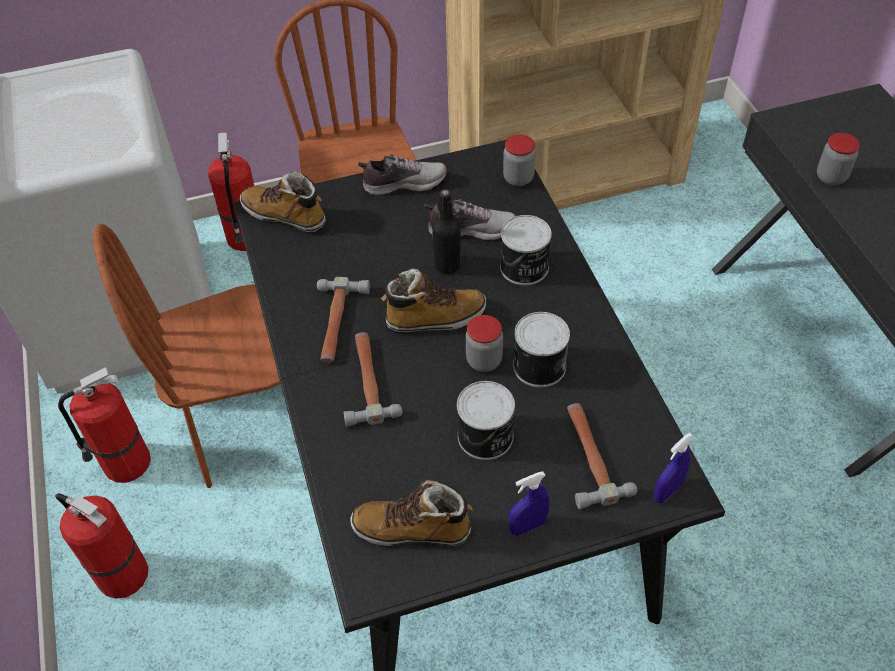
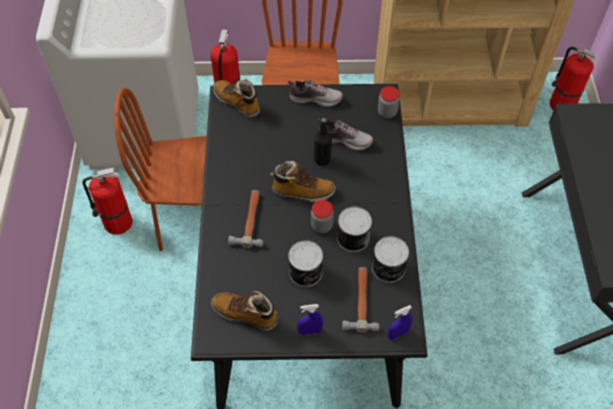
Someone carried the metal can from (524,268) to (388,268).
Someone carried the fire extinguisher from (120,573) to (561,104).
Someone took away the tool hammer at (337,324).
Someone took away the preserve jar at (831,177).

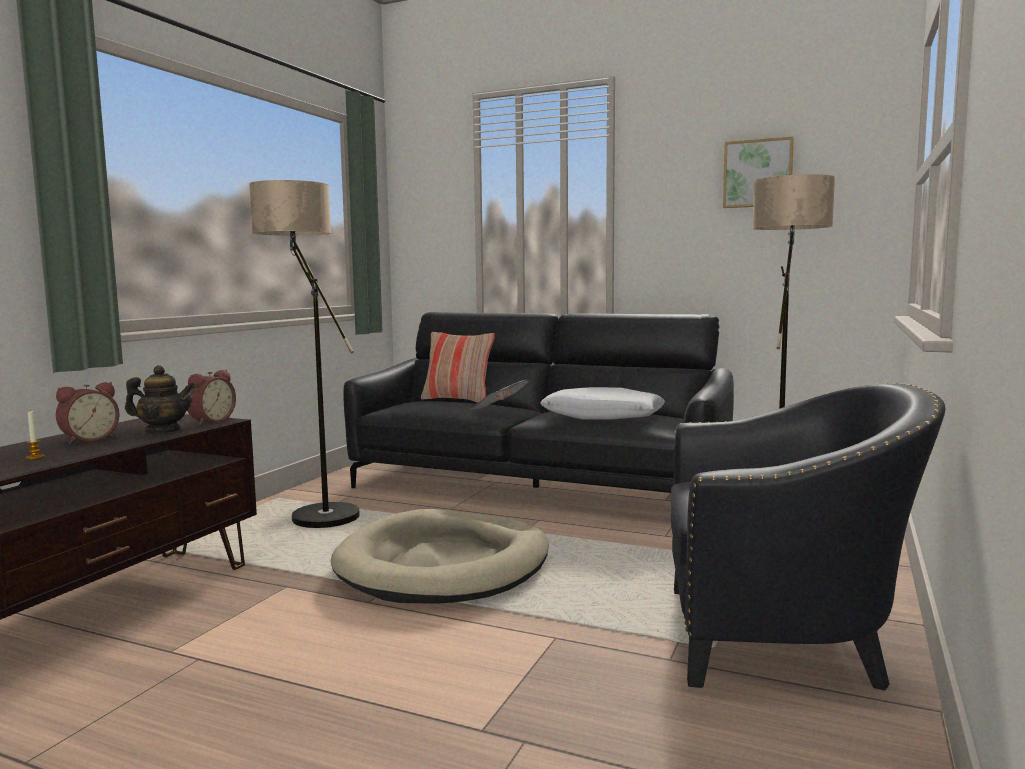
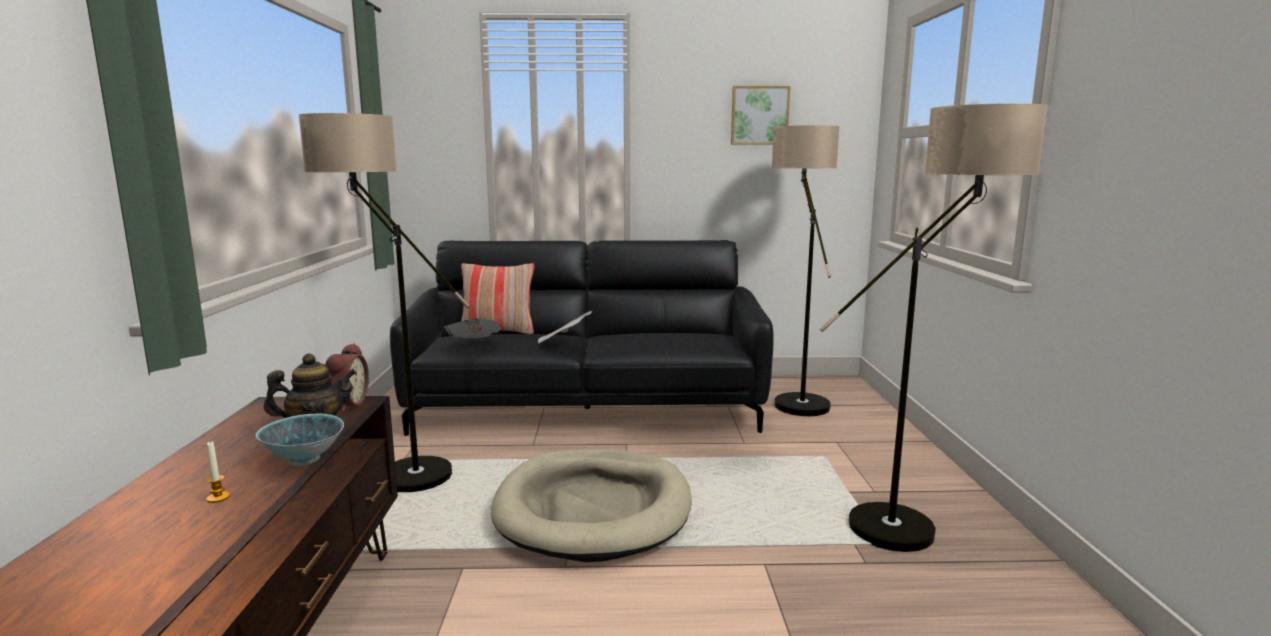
Someone put down the serving bowl at (303,460).
Someone put down the daily paper at (475,344).
Someone swapped the blackish lounge chair at (784,639) for the standard lamp at (919,524).
Someone took away the bedside clock at (88,439).
Someone took away the white-coloured pillow at (603,416).

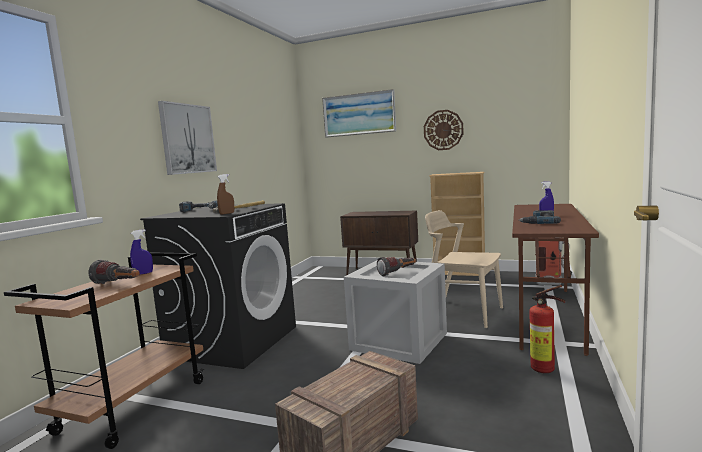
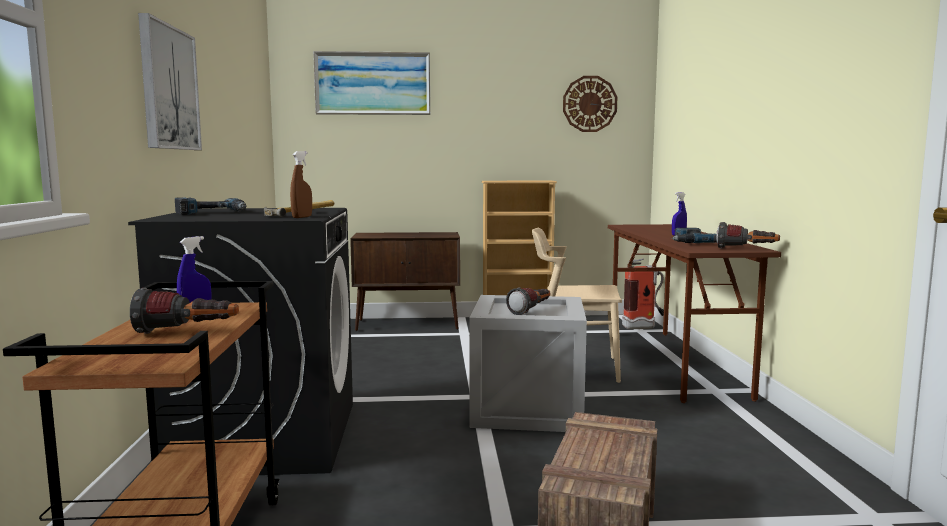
Someone carried the hanging clock from (443,130) to (589,104).
Someone put down the hand torch at (746,249).
Someone took away the fire extinguisher at (546,370).

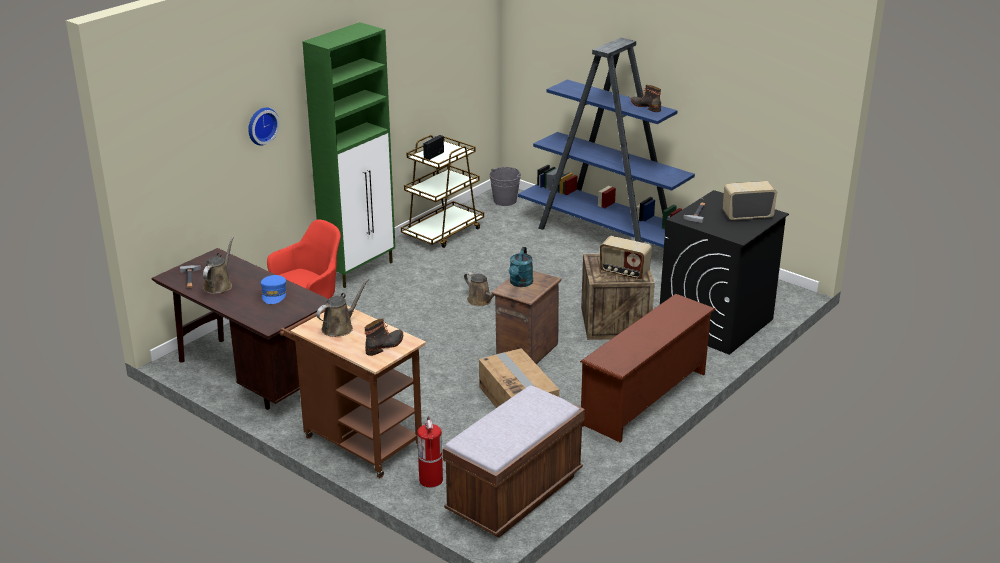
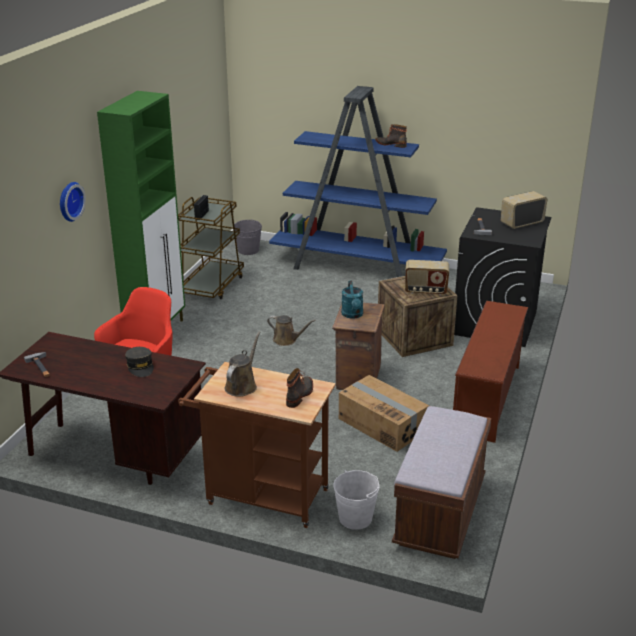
Someone repainted the bluish cap at (274,294), which became the greyish cap at (140,367).
Someone swapped the fire extinguisher at (431,480) for the white-coloured water bucket at (355,518).
Someone took away the brown-coloured watering pot at (219,285).

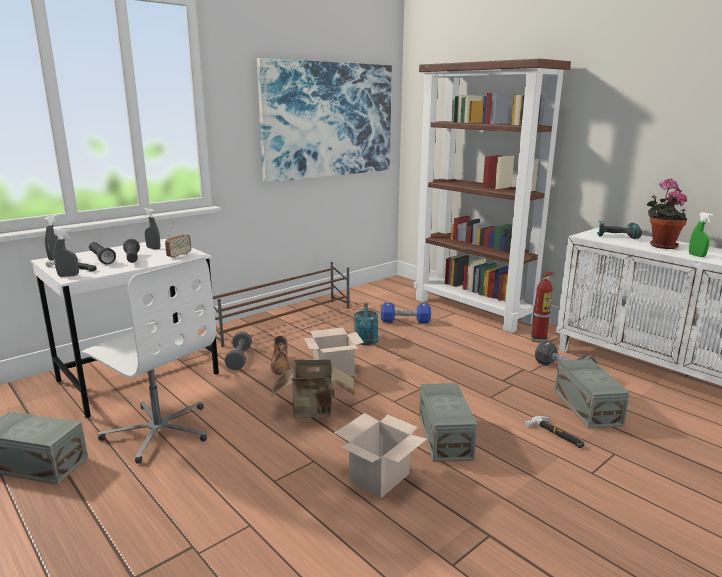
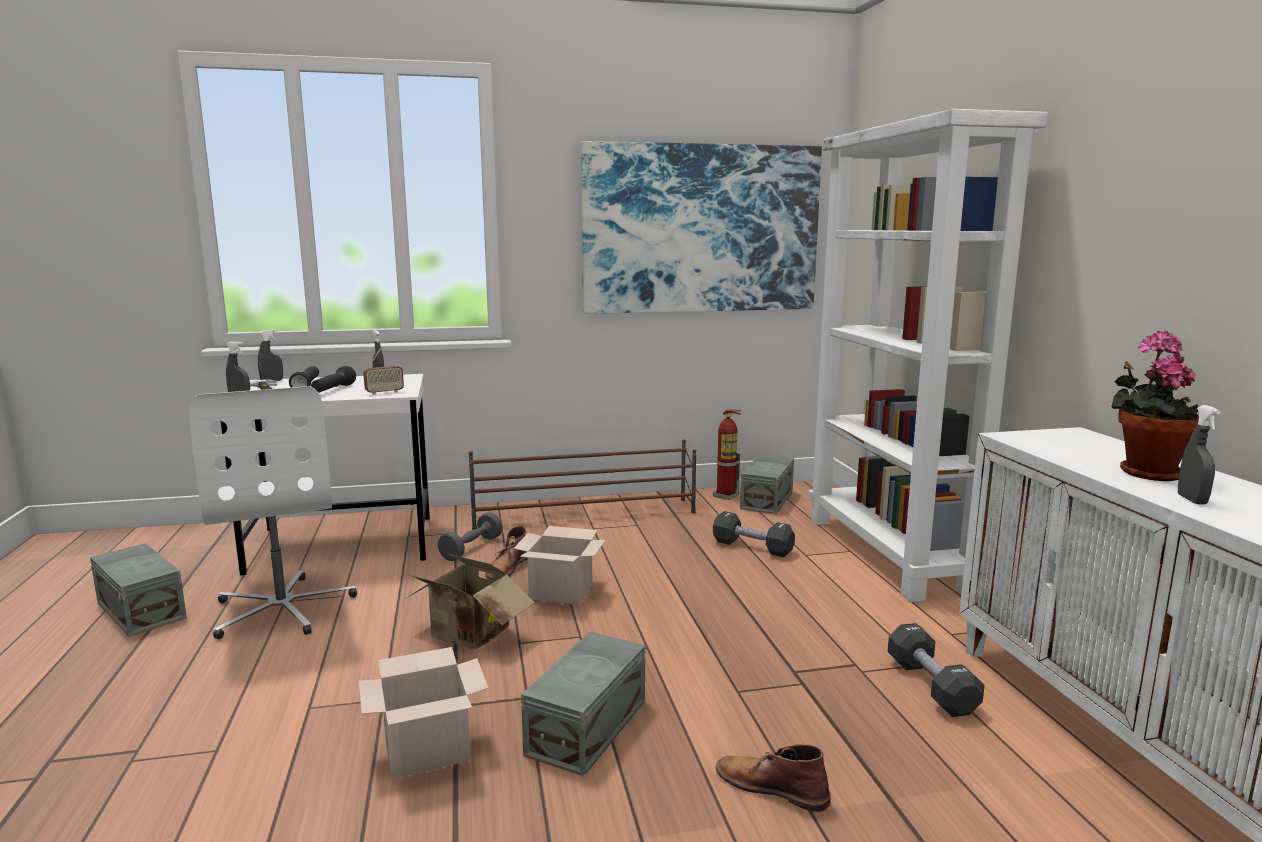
Someone carried the fire extinguisher from (539,339) to (726,496).
Someone repainted the bluish hand weight at (405,321), which became the blackish hand weight at (752,547).
Someone swapped the tool hammer at (556,434) for the brown-coloured boot at (770,786).
Someone carried the greyish storage container from (587,407) to (768,499).
Someone repainted the brown-coloured bookcase at (474,310), which became the white-coloured bookcase at (889,553).
Someone repainted the green sprayer at (696,255), which became the greyish sprayer at (1192,500).
Someone took away the turquoise watering pot at (366,342).
Someone took away the electric drill at (617,235).

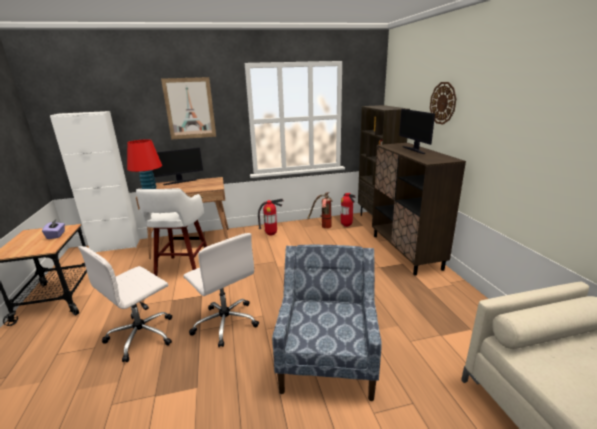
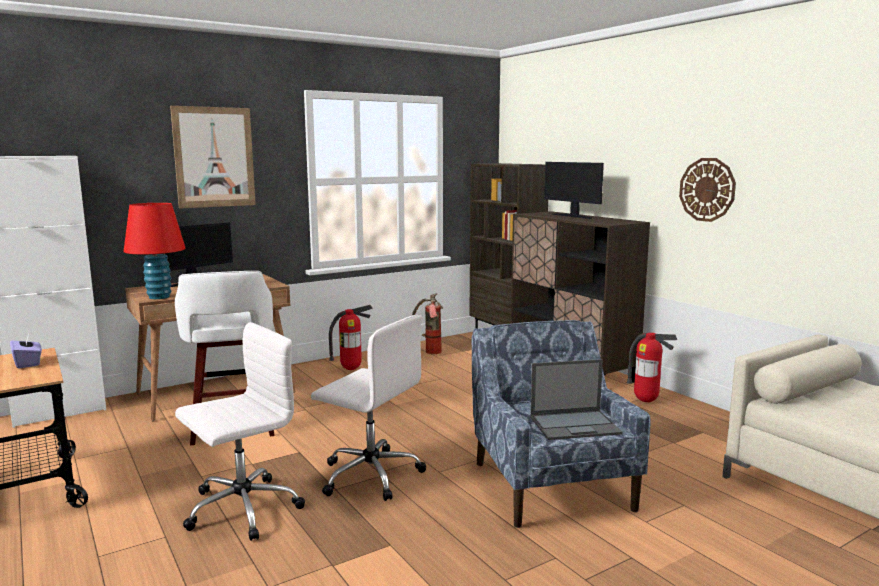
Someone rotated the white-coloured desk chair at (142,335) by 150 degrees counterclockwise.
Someone put down the portable computer at (575,425).
Someone carried the fire extinguisher from (346,226) to (646,401).
Someone carried the hanging clock from (443,103) to (707,189).

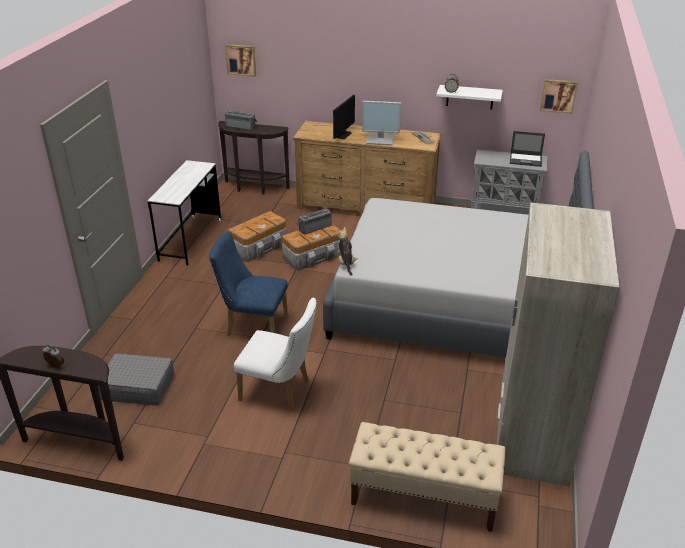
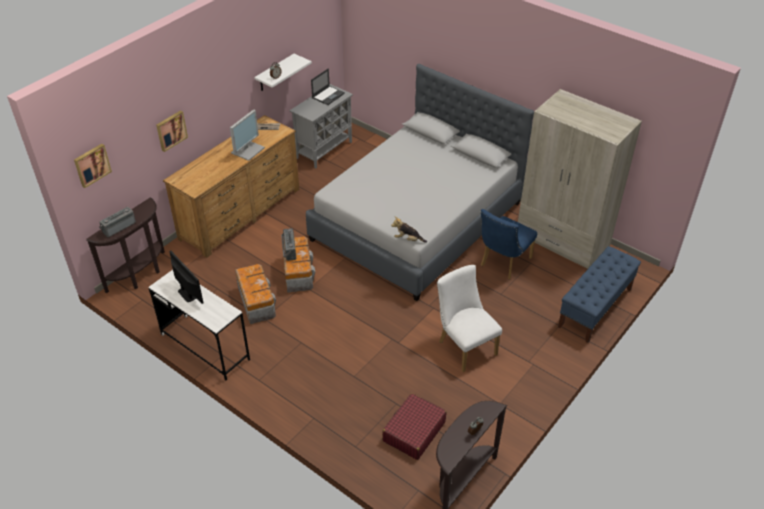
Someone carried the wall art from (558,95) to (171,130).
Someone carried the computer display from (342,135) to (188,293).
Someone repainted the greyish travel case at (137,387), which became the red travel case at (413,431).
Someone rotated the white-coloured upright chair at (280,391) by 75 degrees counterclockwise.
Someone carried the bluish upright chair from (252,325) to (502,263).
Someone repainted the beige bench at (423,497), which became the bluish bench at (595,308).

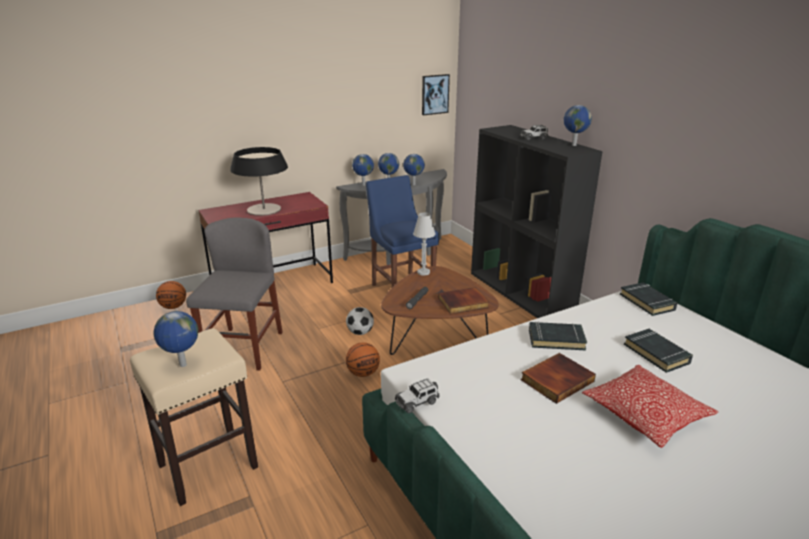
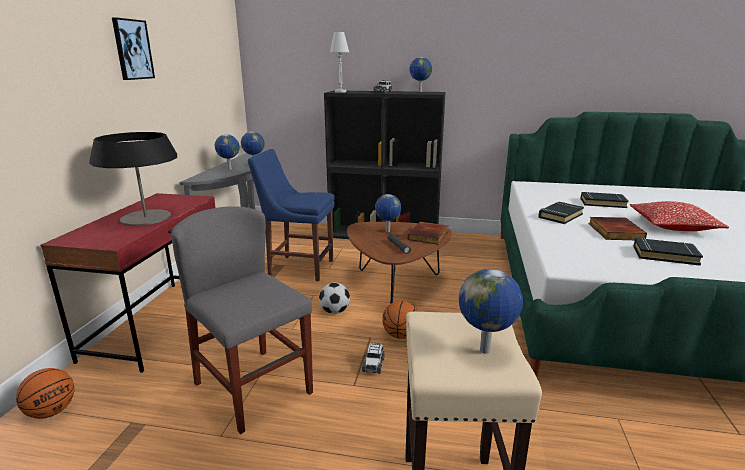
Someone carried the wall art from (434,94) to (132,49).
Someone carried the white-coloured tabletop lamp from (423,272) to (340,92).
Someone carried the toy car from (417,402) to (373,364).
Someone carried the desk globe from (363,185) to (387,231).
Someone carried the blackish book from (647,302) to (665,255).

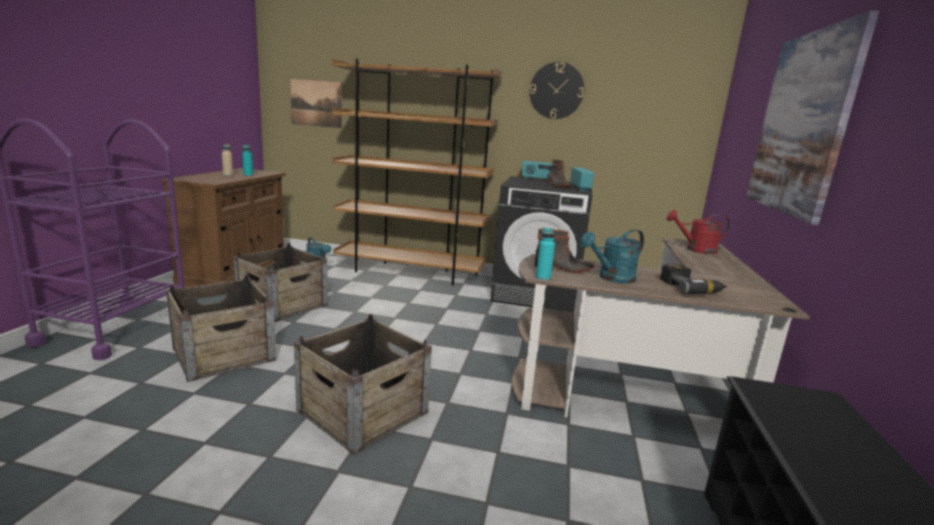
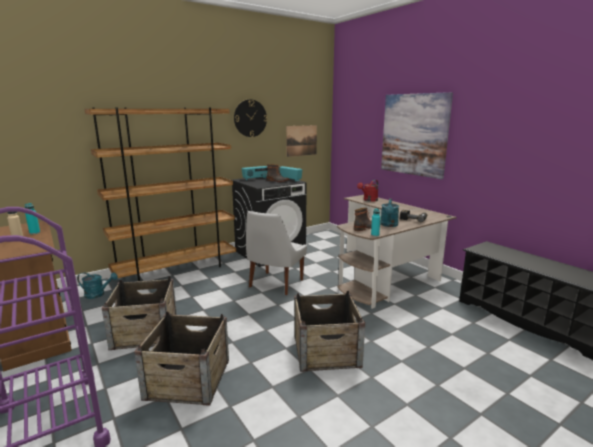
Someone put down the white-coloured upright chair at (275,284).
Someone carried the wall art from (316,103) to (301,140).

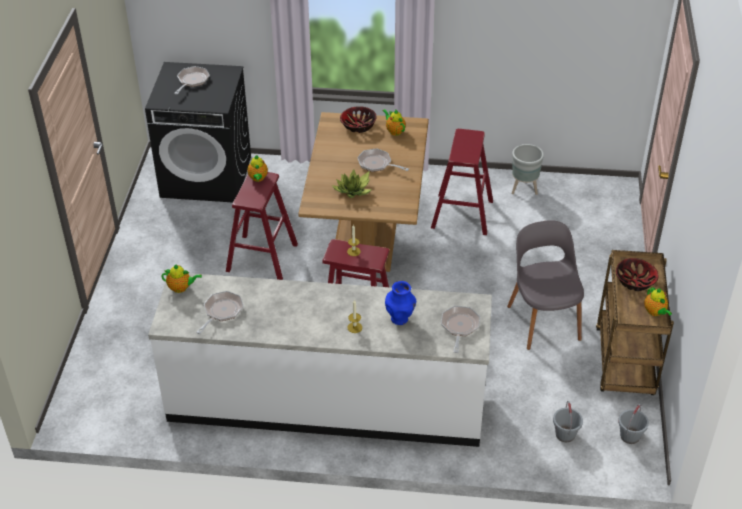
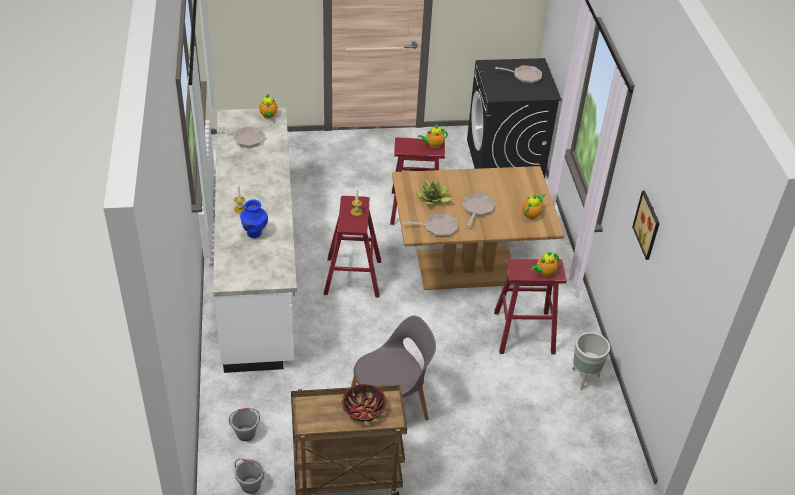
Someone carried the skillet from (459,327) to (437,227).
Someone carried the tea pot from (655,312) to (544,273).
Someone put up the wall art at (649,225).
Someone took away the serving bowl at (358,126).

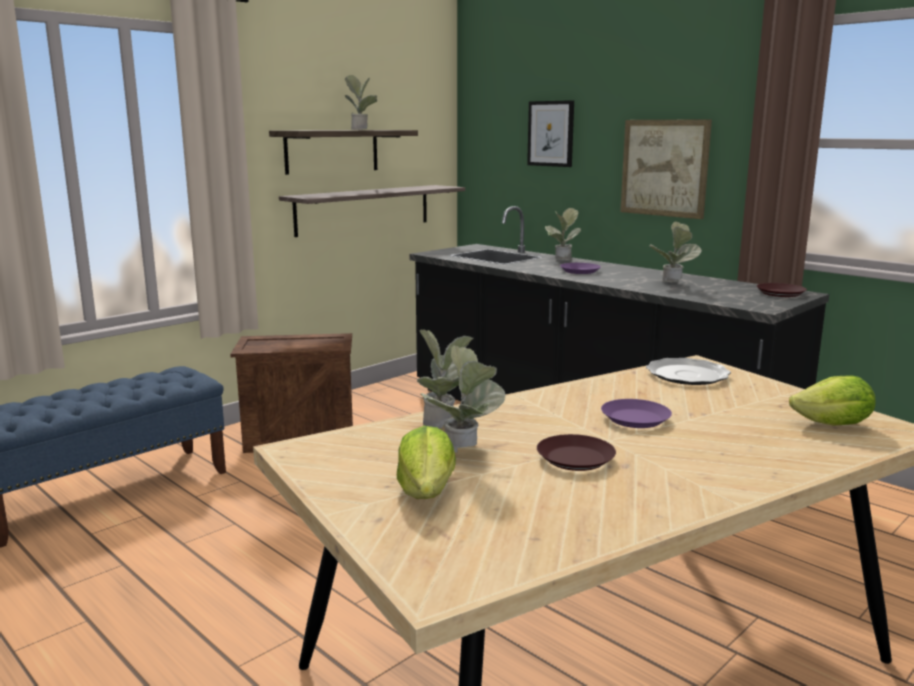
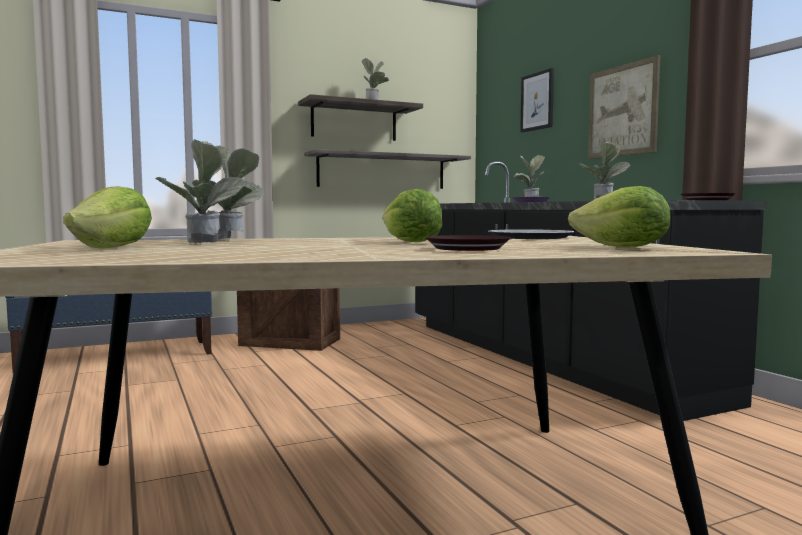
Someone swapped the purple plate at (635,419) for the lettuce head at (410,242).
Someone carried the brown-coloured plate from (575,459) to (467,249).

